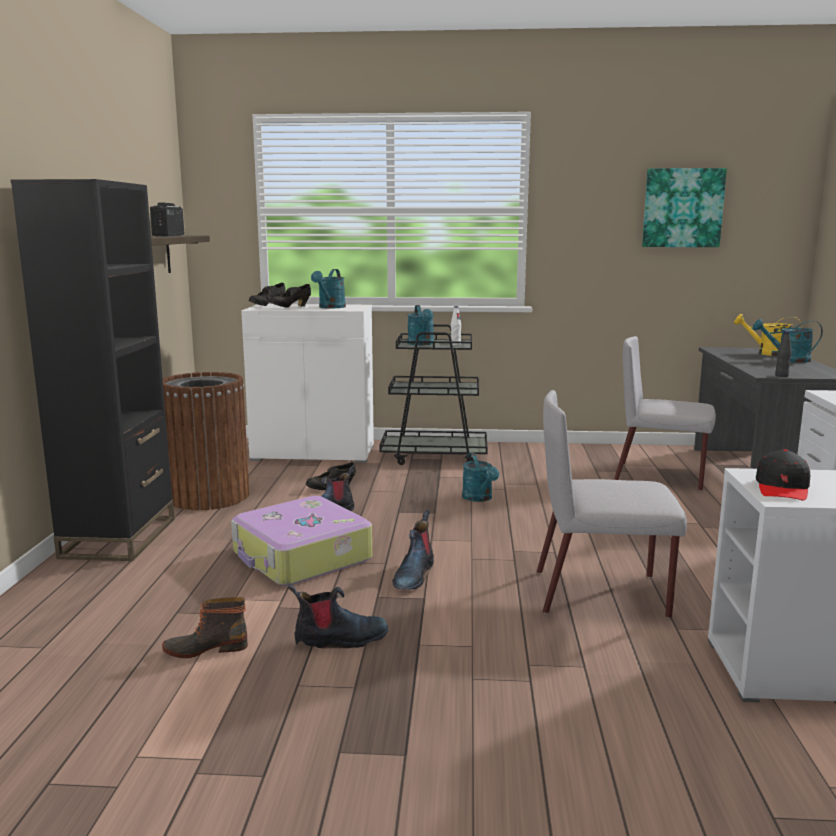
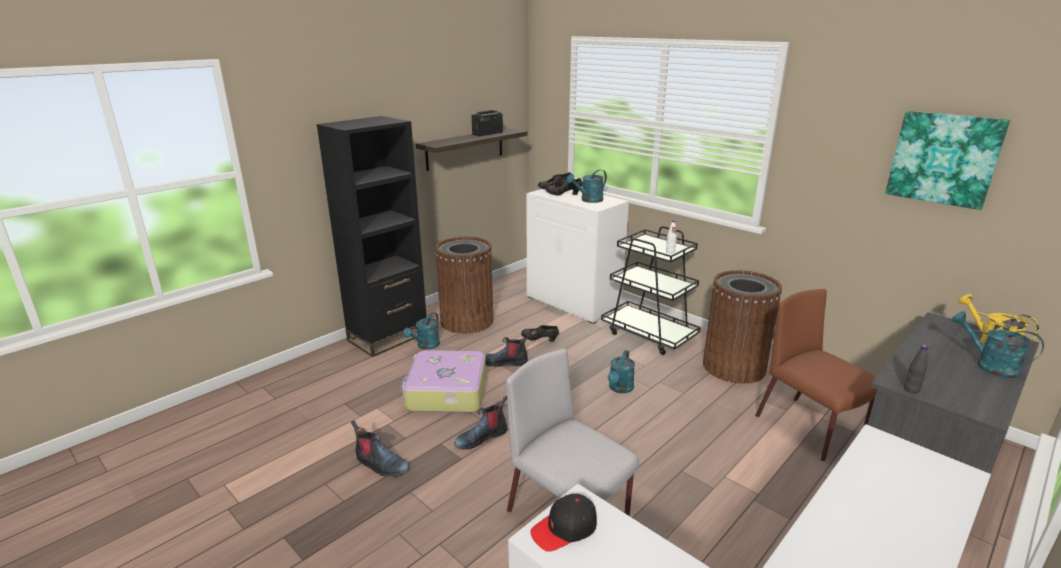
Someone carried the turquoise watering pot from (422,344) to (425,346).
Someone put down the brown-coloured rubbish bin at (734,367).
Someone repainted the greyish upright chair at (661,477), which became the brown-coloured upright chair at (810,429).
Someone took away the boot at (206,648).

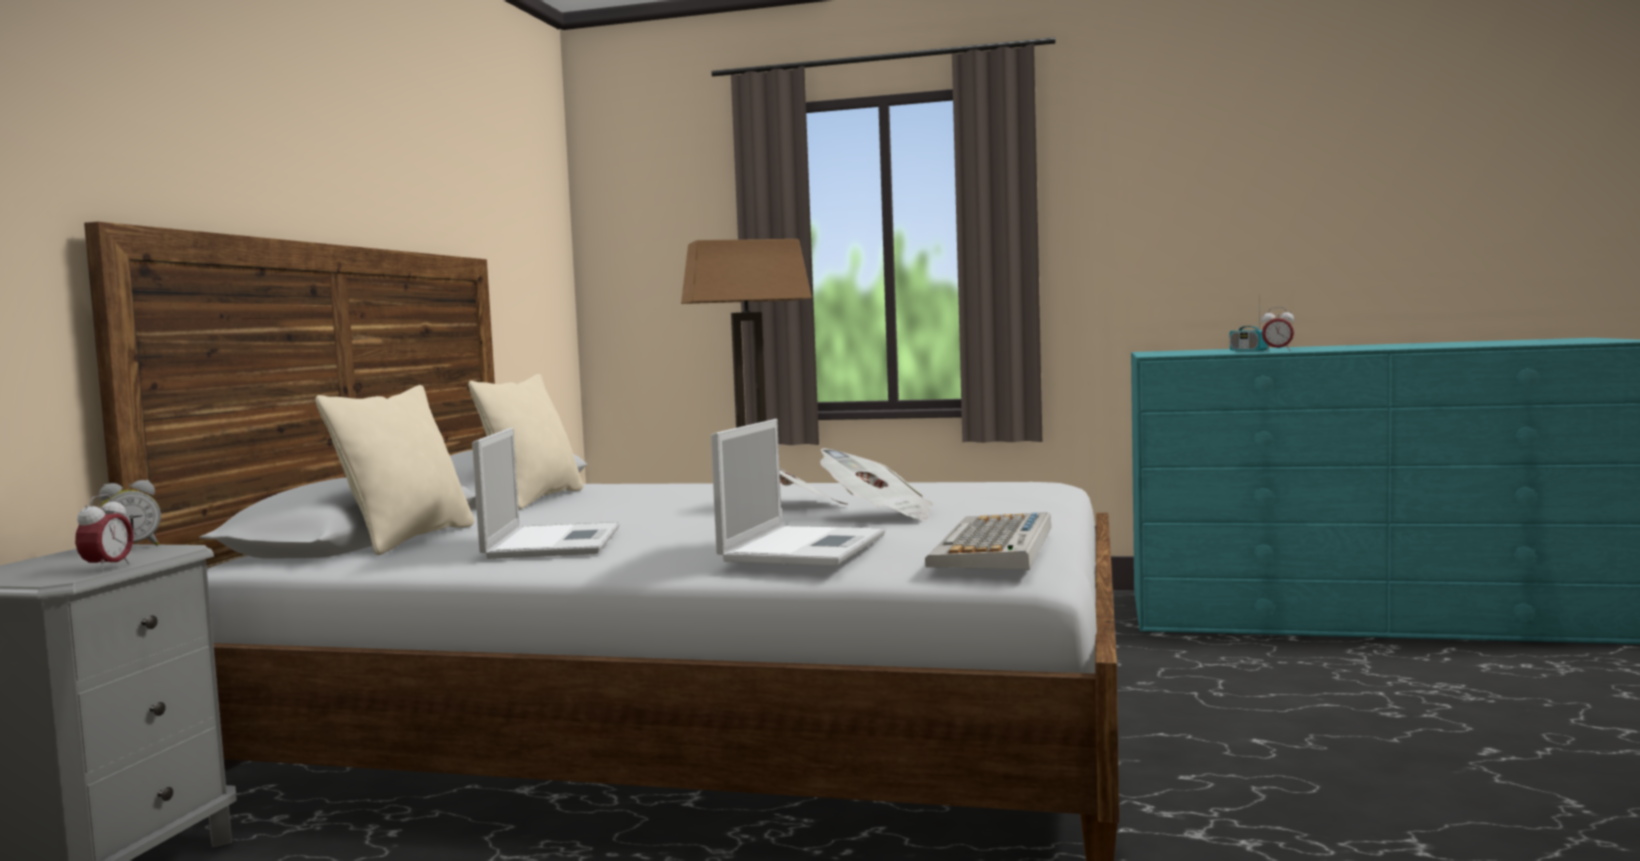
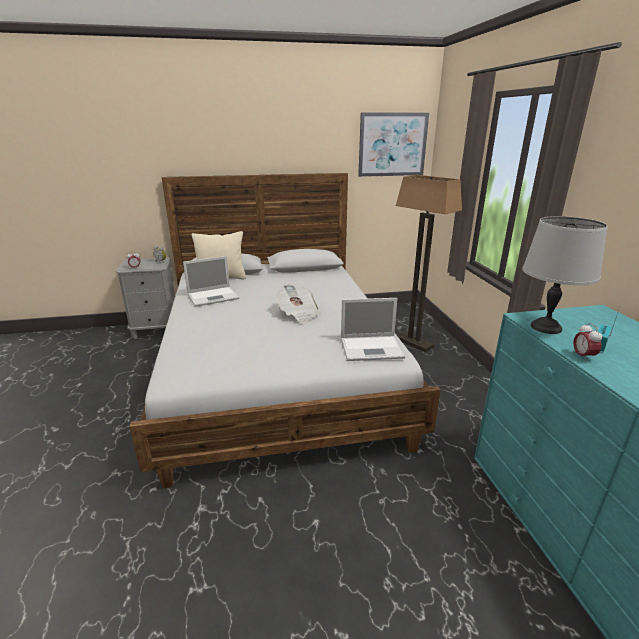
Someone carried the portable computer from (804,547) to (372,348).
Someone put up the wall art at (392,145).
Someone put down the greyish tabletop lamp at (546,327).
Someone took away the beige pillow at (534,499).
Someone took away the daily paper at (879,516).
Someone took away the computer keyboard at (994,546).

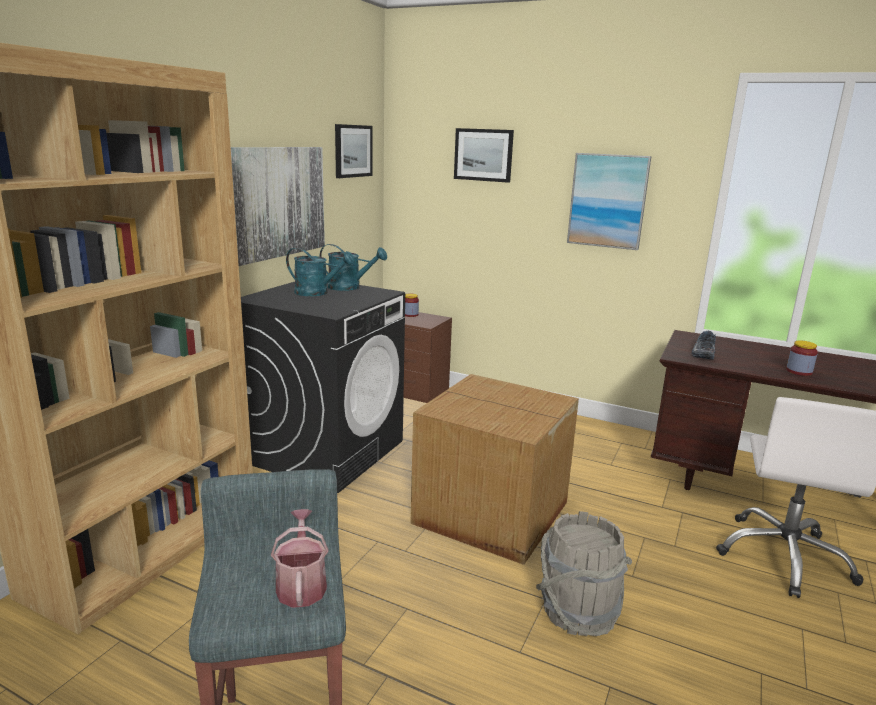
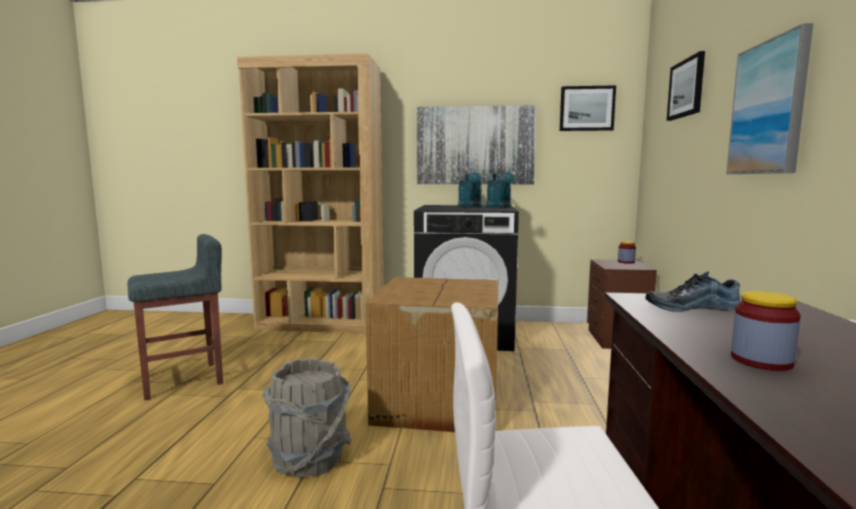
Someone took away the watering pot at (301,584).

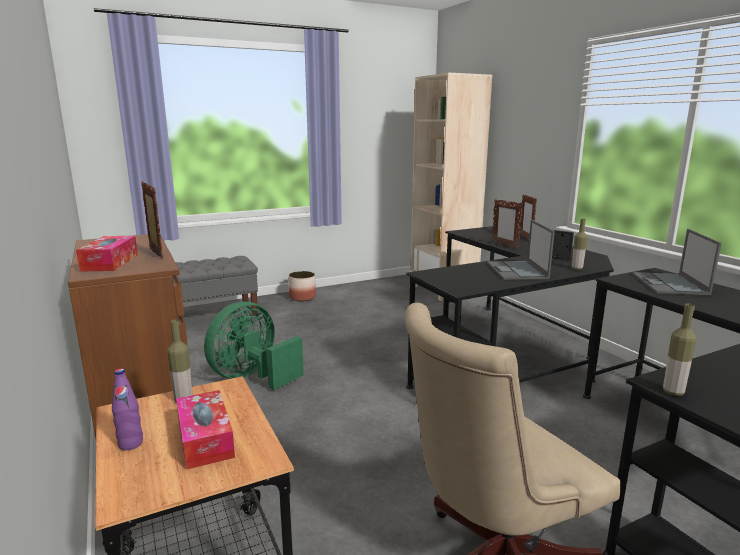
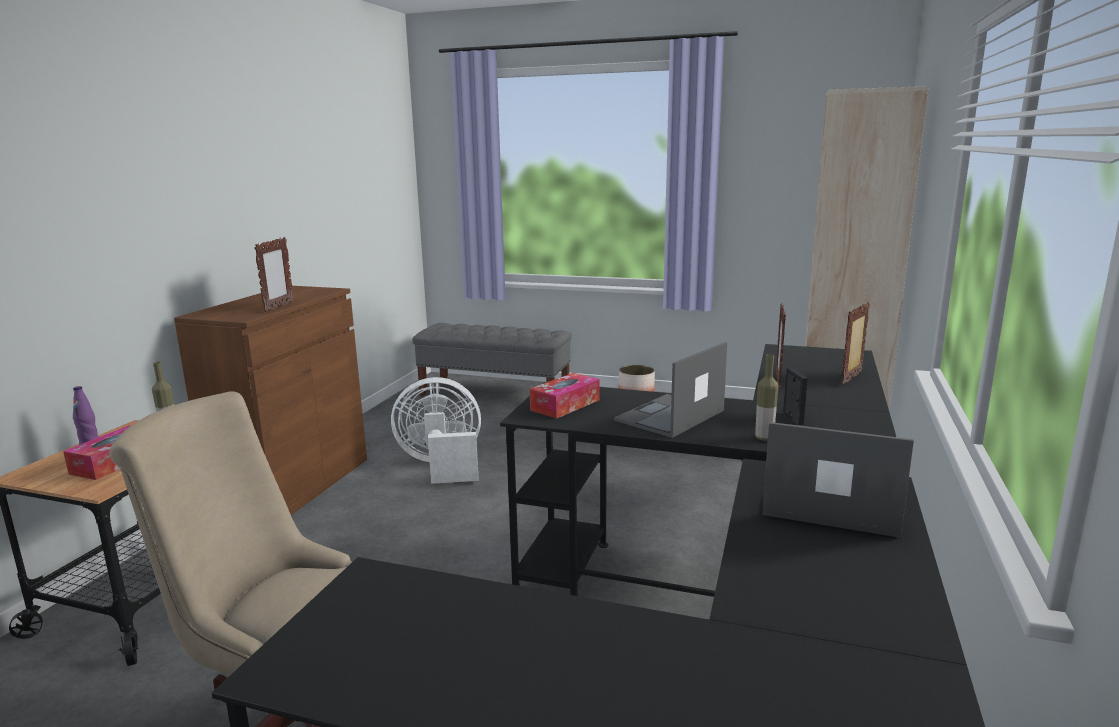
Someone repainted the green cooling fan at (252,377), which became the white-coloured cooling fan at (441,466).
Someone carried the box of tissues from (110,262) to (565,405).
Someone rotated the portable computer at (670,284) by 60 degrees clockwise.
Someone took away the beverage bottle at (673,392).

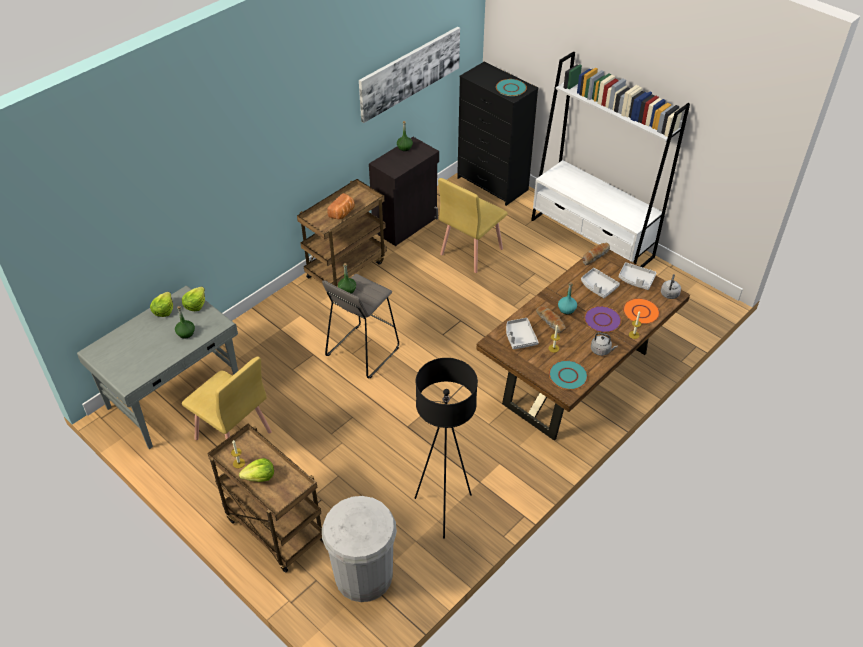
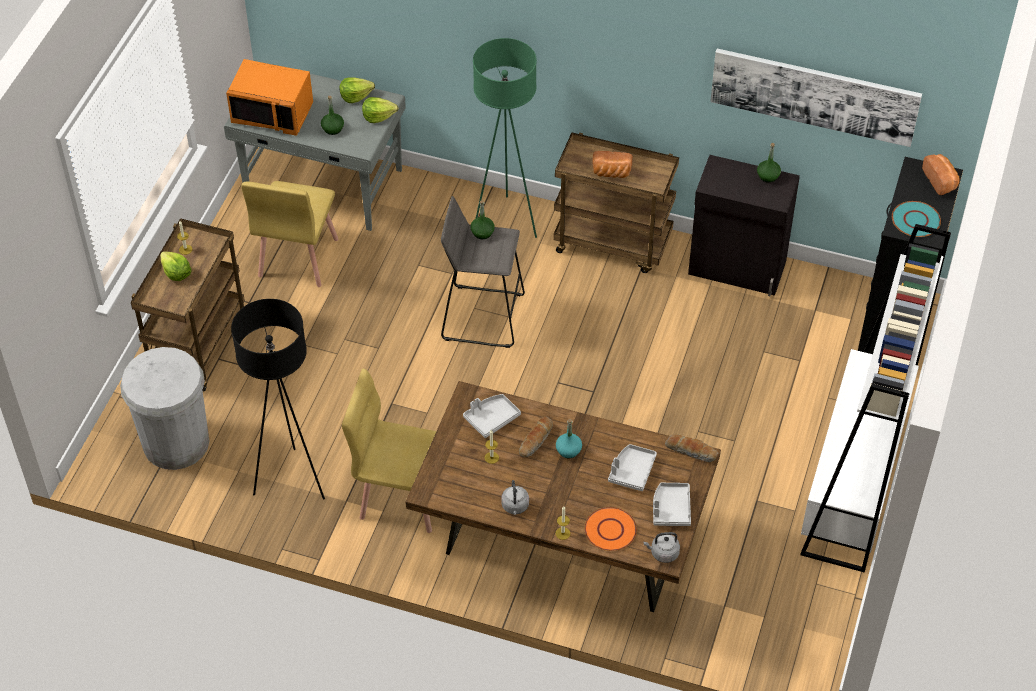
Someone put down the orangey microwave at (273,113).
Someone carried the yellow-coloured upright chair from (470,251) to (403,496).
Someone put down the green standard lamp at (506,223).
Someone put down the bakery bread at (941,181).
Someone took away the turquoise plate at (567,375).
Someone took away the purple plate at (602,320).

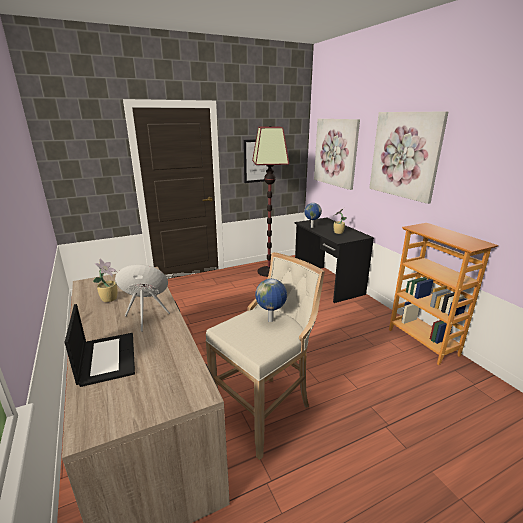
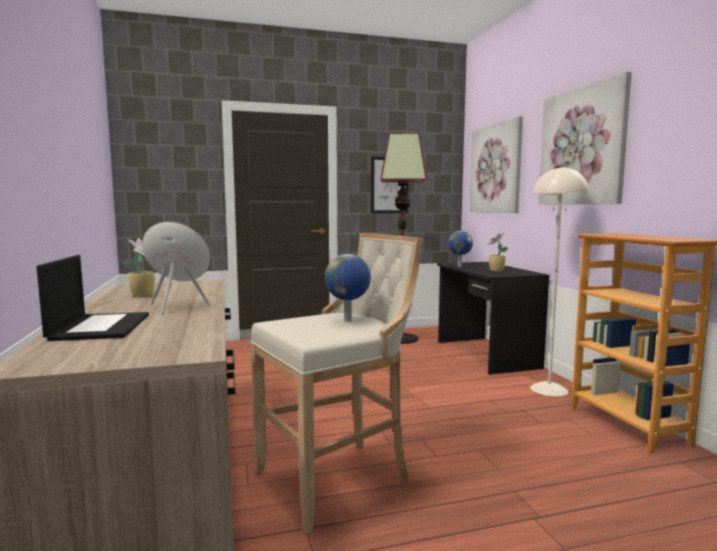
Someone put down the beige standard lamp at (549,389).

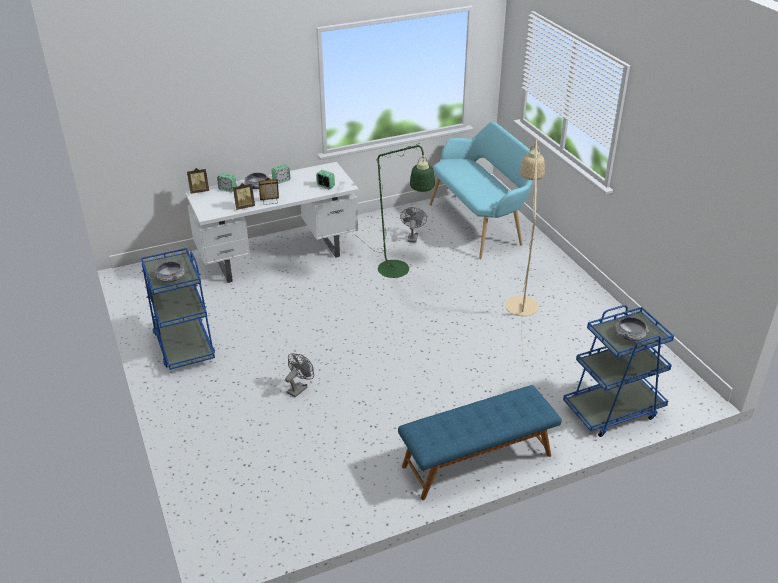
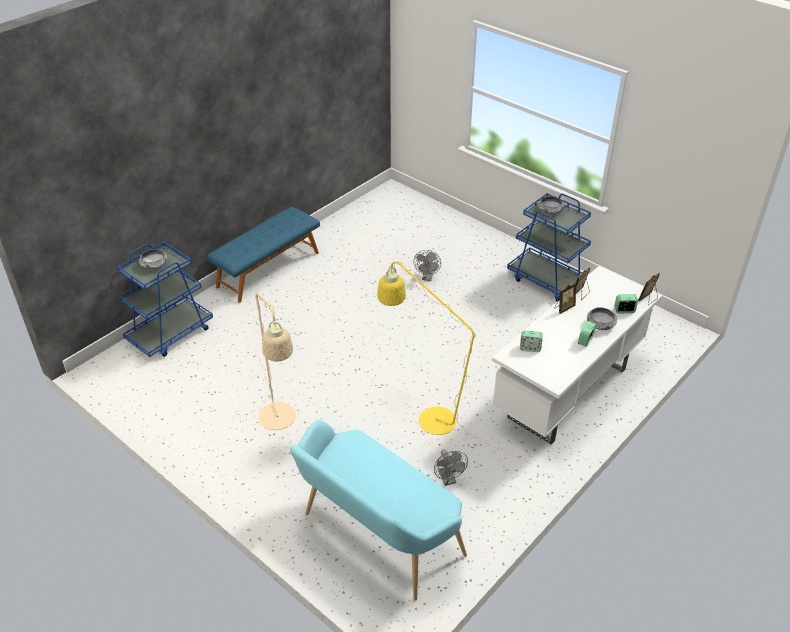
Someone repainted the green standard lamp at (398,272), which became the yellow-coloured standard lamp at (428,416).

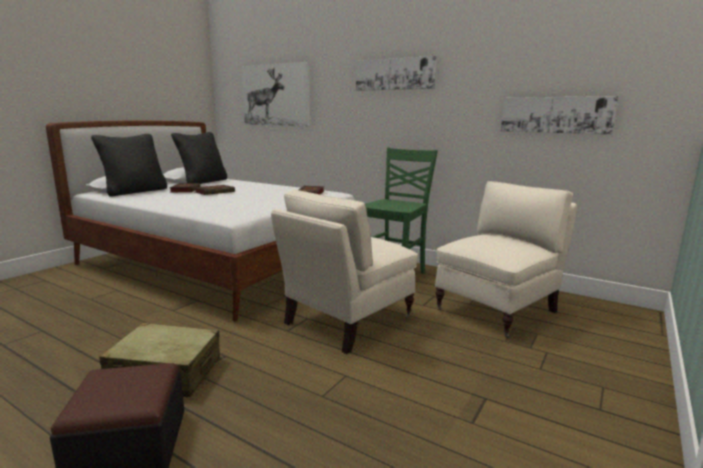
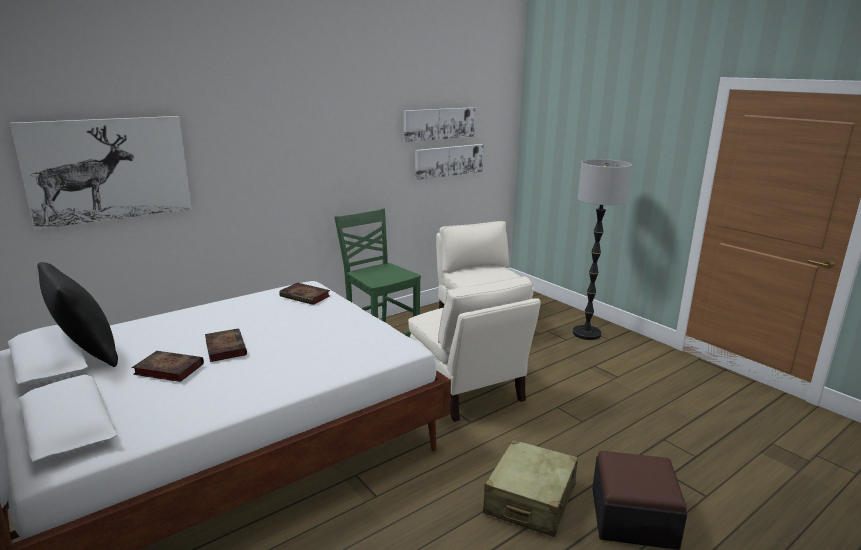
Someone carried the wall art from (394,74) to (439,123).
Someone put down the standard lamp at (586,333).
Someone took away the blackish pillow at (135,191).

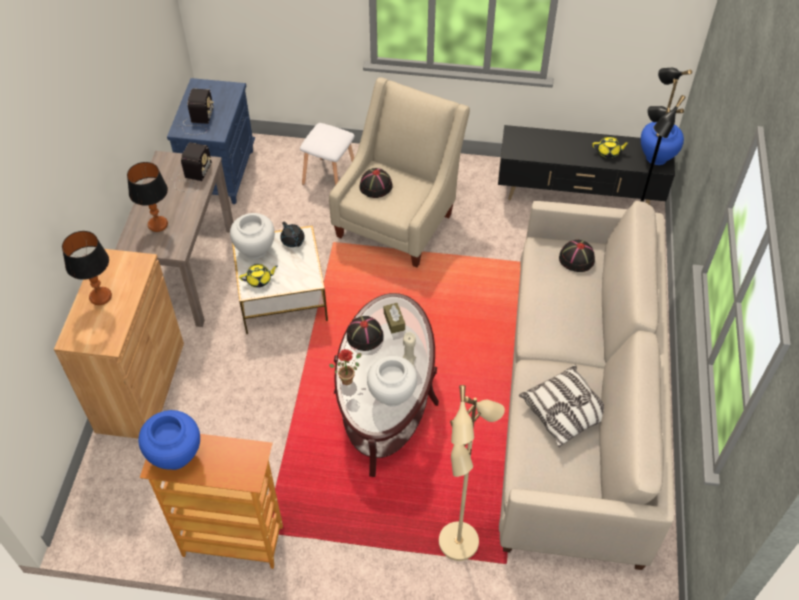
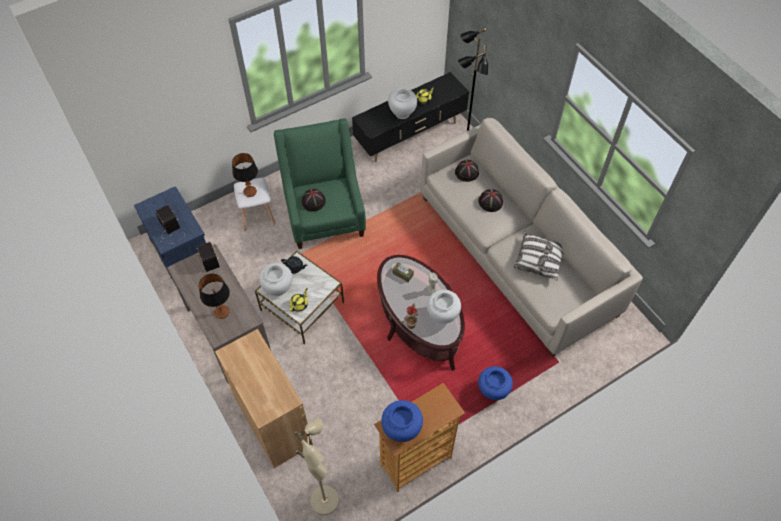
Someone carried the tabletop lamp from (101,296) to (250,191).
Someone repainted the beige lounge chair at (398,219), which became the green lounge chair at (324,214).
Someone carried the beige standard lamp from (459,542) to (326,500).
Someone put down the white-coloured flower vase at (402,113).
Someone carried the blackish clothing hat from (364,335) to (490,202).
Someone carried the bluish flower vase from (656,158) to (493,391).

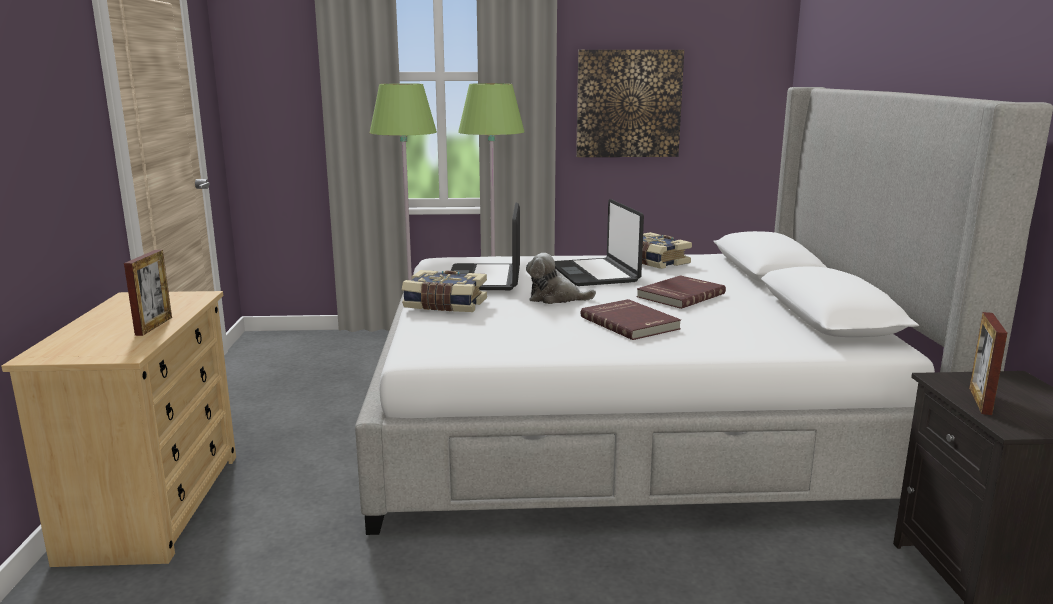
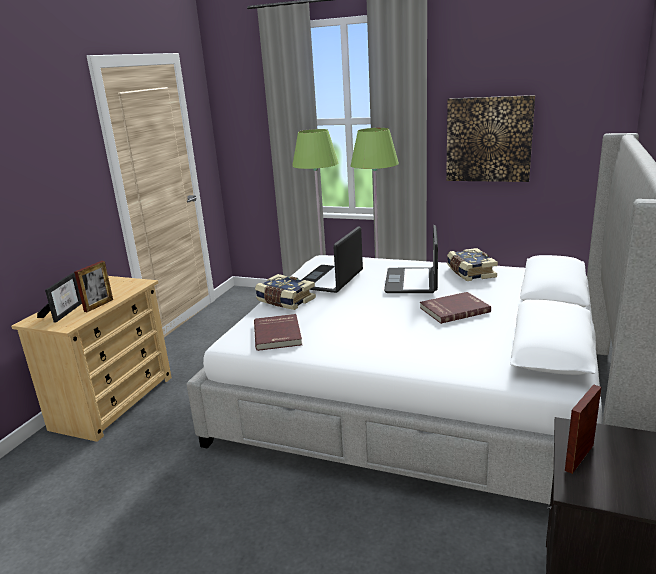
Someone put down the standing frame at (64,312).
Someone carried the red book from (631,323) to (278,334).
Someone took away the cuddly toy at (555,298).

